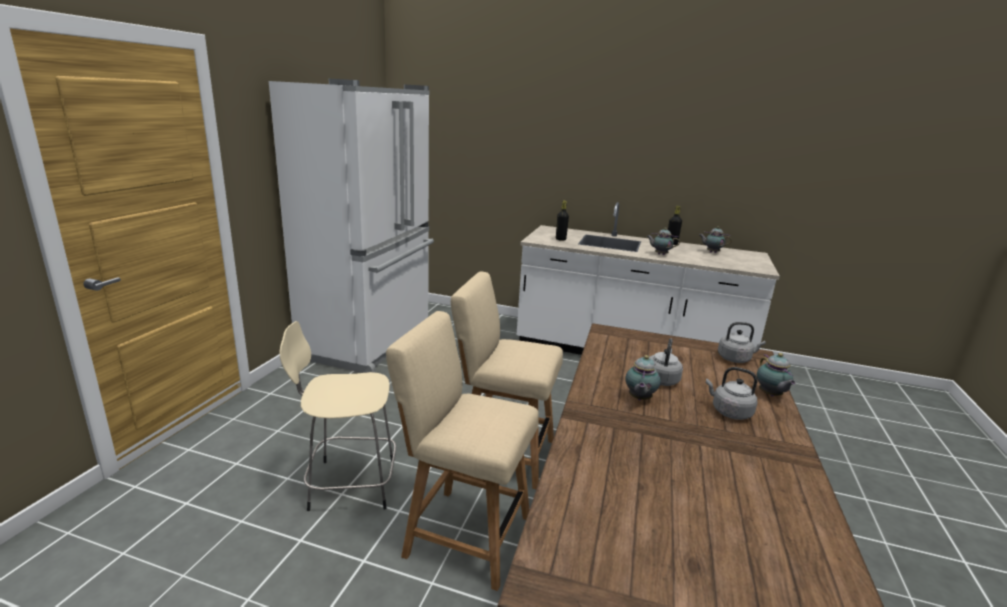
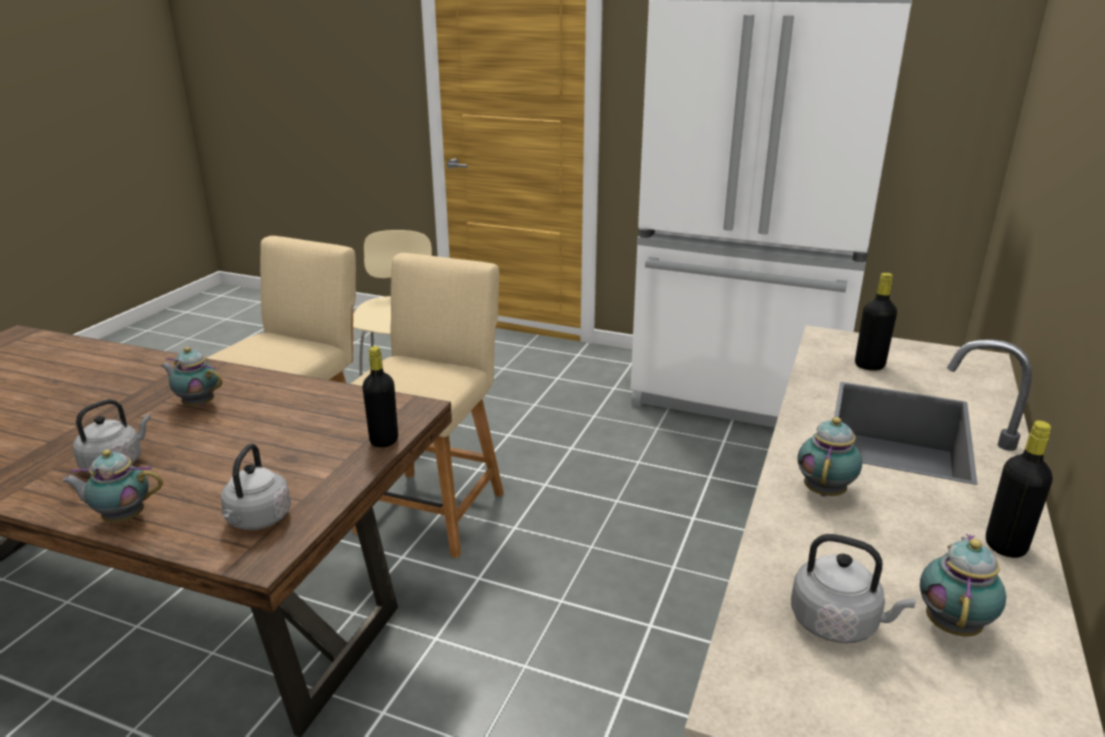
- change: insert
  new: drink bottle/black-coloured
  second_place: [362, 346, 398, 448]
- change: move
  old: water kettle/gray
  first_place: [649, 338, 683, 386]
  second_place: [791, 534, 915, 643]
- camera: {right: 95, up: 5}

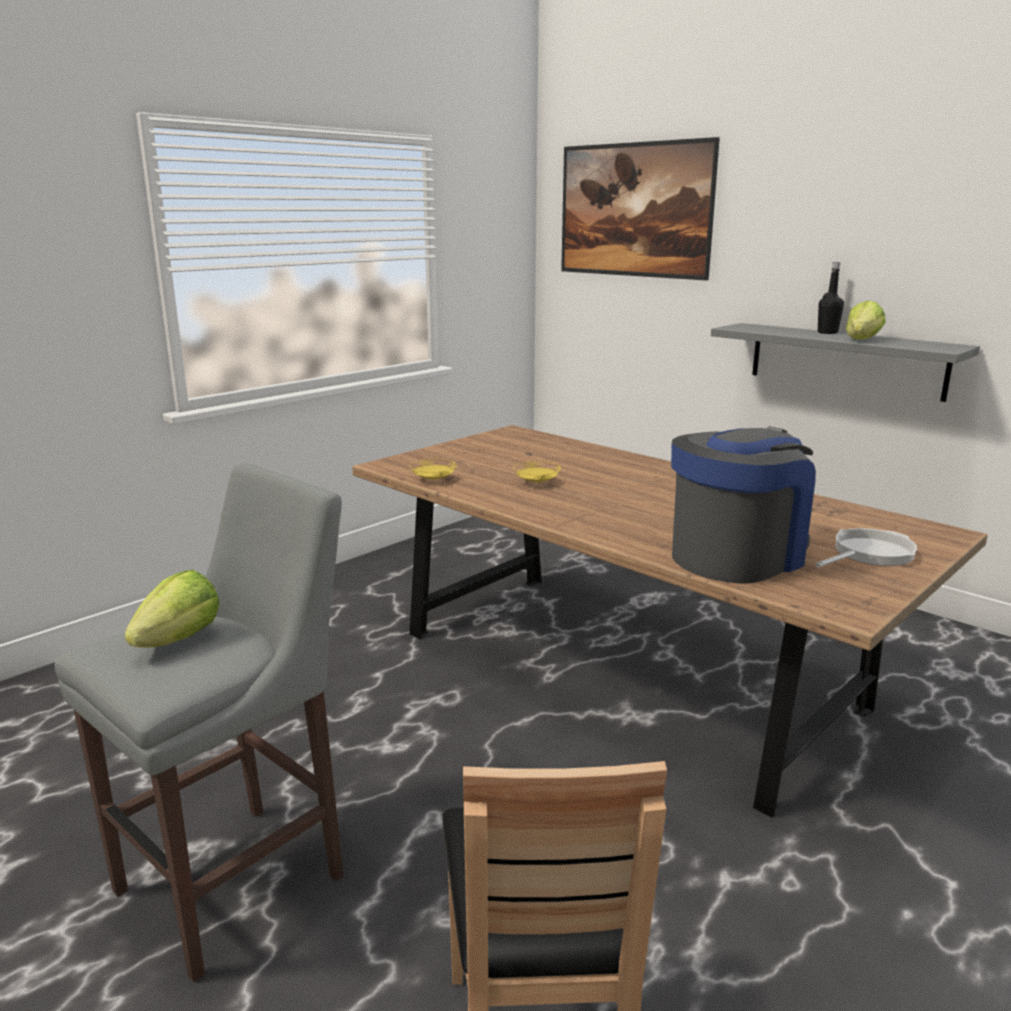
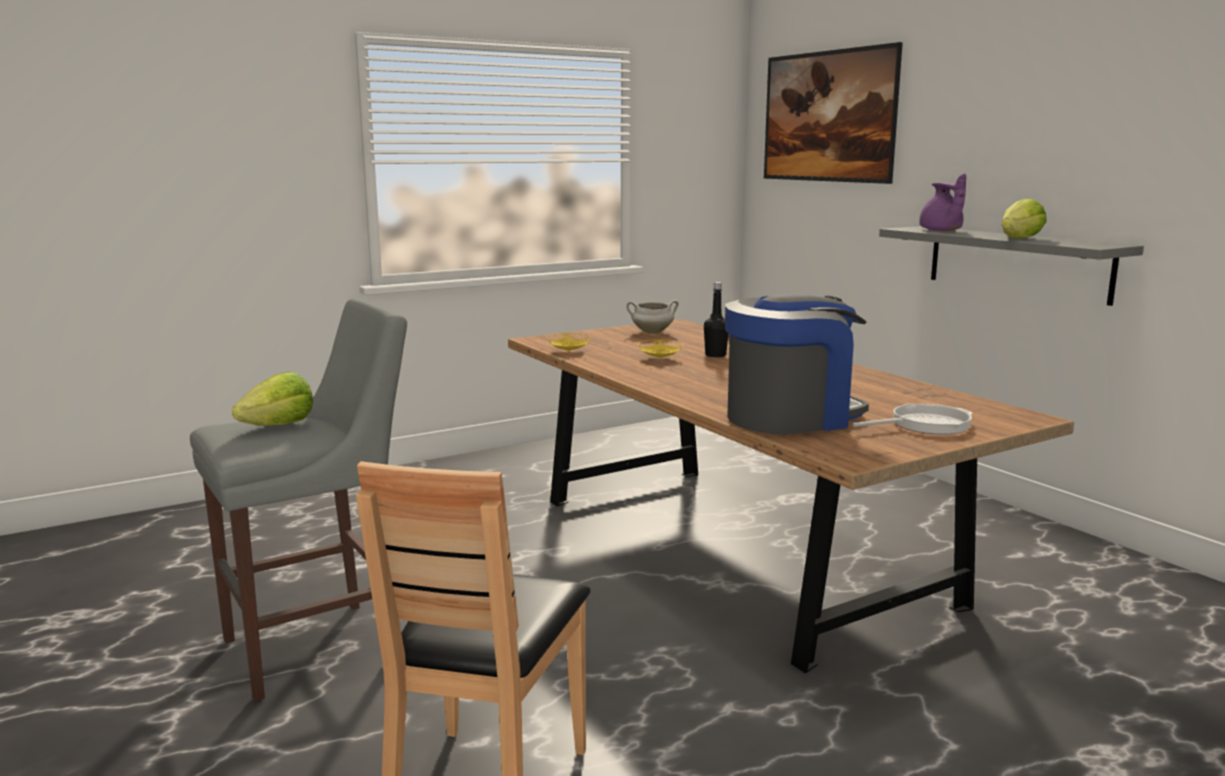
- change: insert
  new: cooking pot/whitish
  second_place: [626, 300, 679, 333]
- change: insert
  new: pot for tea/purplish
  second_place: [919, 174, 966, 231]
- change: move
  old: drink bottle/black-coloured
  first_place: [818, 262, 844, 334]
  second_place: [704, 282, 729, 357]
- camera: {right: 15, up: -5}

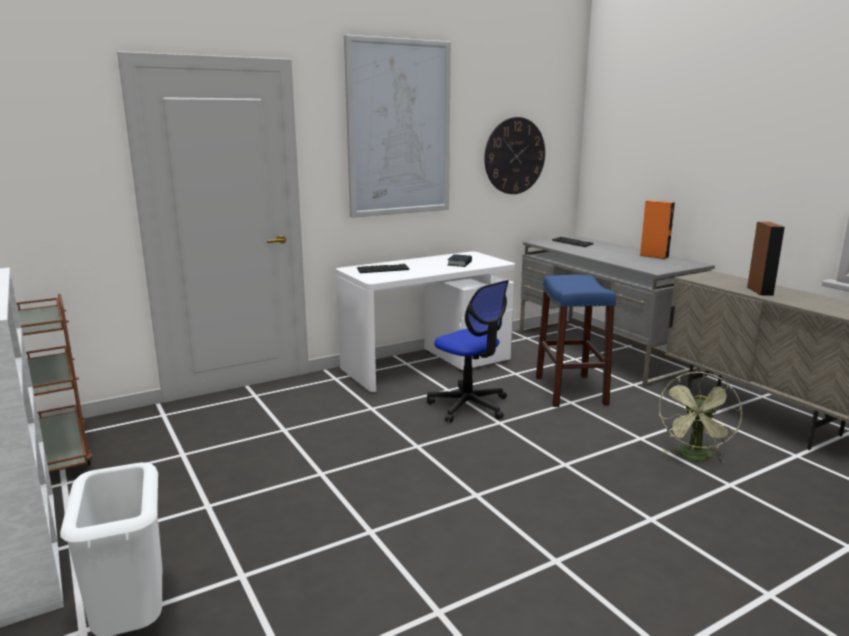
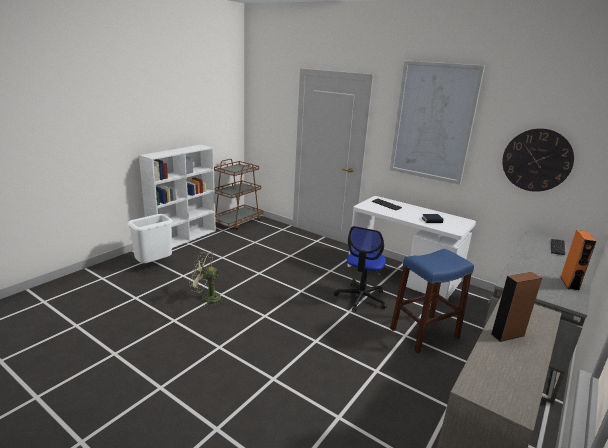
- change: move
  old: cooling fan/green-coloured
  first_place: [658, 372, 742, 463]
  second_place: [189, 250, 224, 307]
- camera: {right: 65, up: 5}

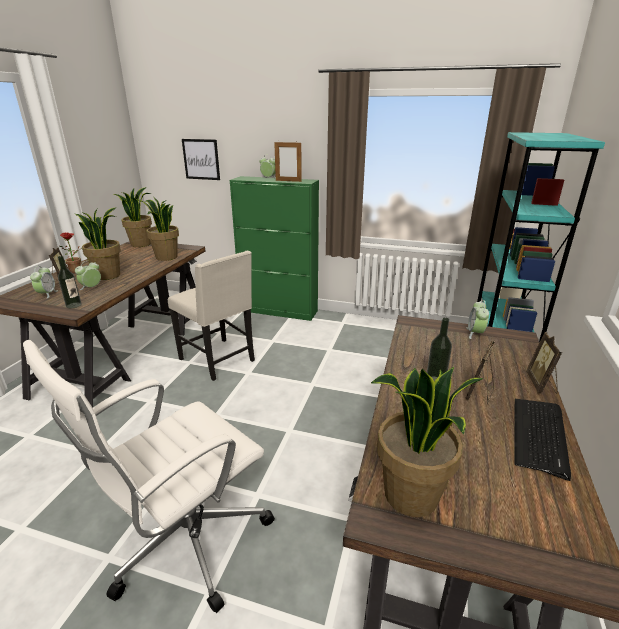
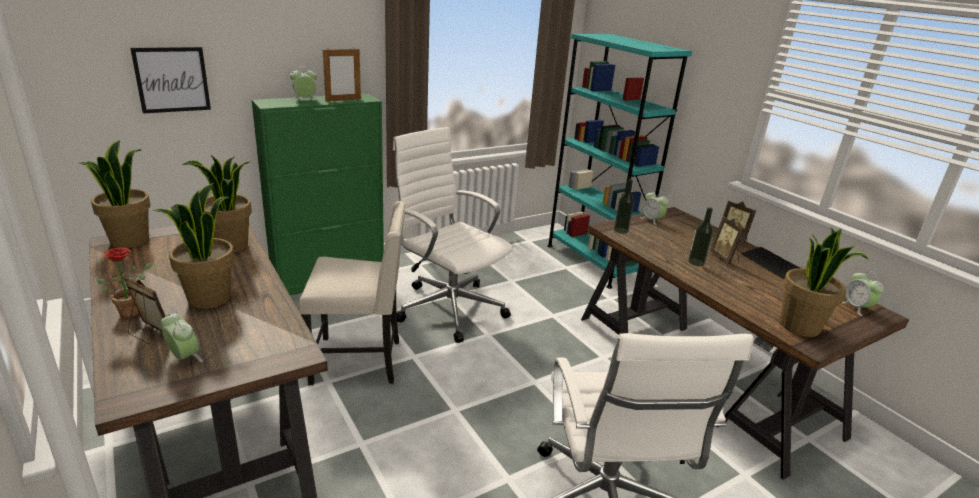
- change: insert
  new: desk chair/whitish
  second_place: [393, 127, 513, 343]
- change: move
  old: drink bottle
  first_place: [58, 256, 82, 308]
  second_place: [614, 179, 634, 234]
- change: move
  old: alarm clock
  first_place: [75, 261, 101, 290]
  second_place: [842, 271, 884, 316]
- camera: {right: -50, up: 0}

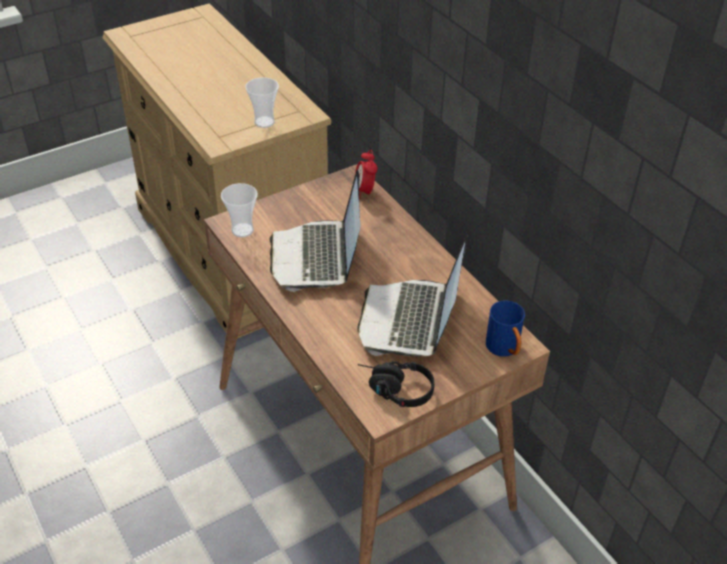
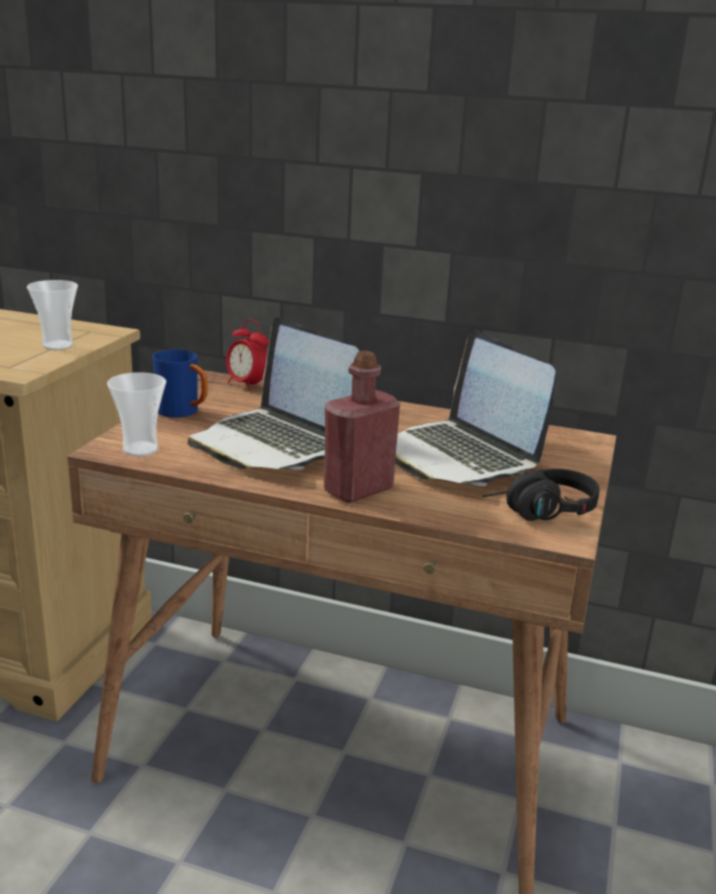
- change: insert
  new: drink bottle/red
  second_place: [324, 351, 400, 503]
- change: move
  old: mug/blue-coloured
  first_place: [486, 301, 525, 357]
  second_place: [153, 349, 208, 418]
- camera: {right: -40, up: -20}

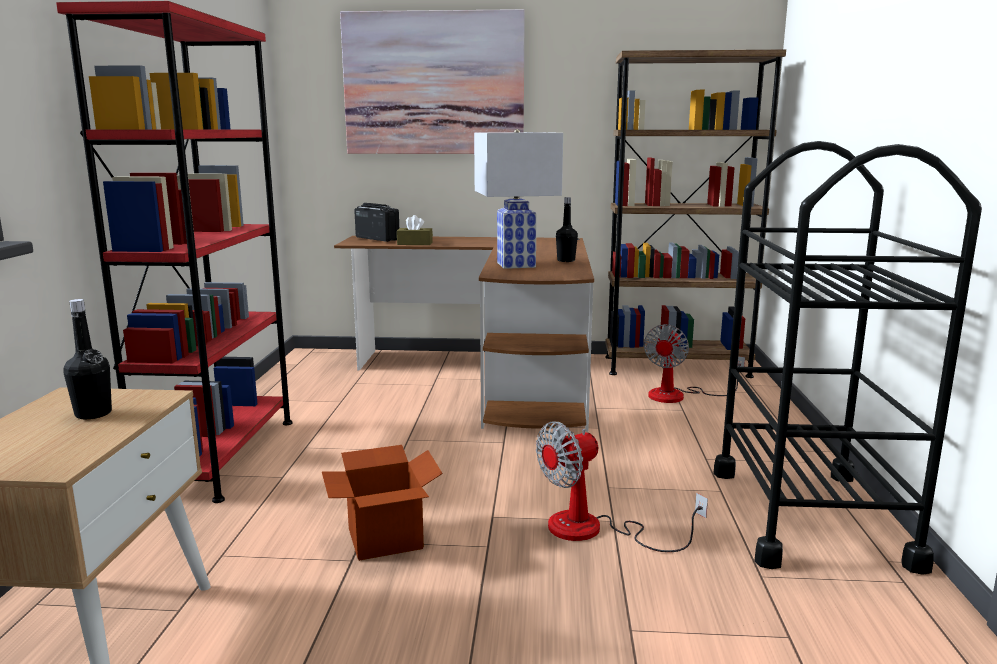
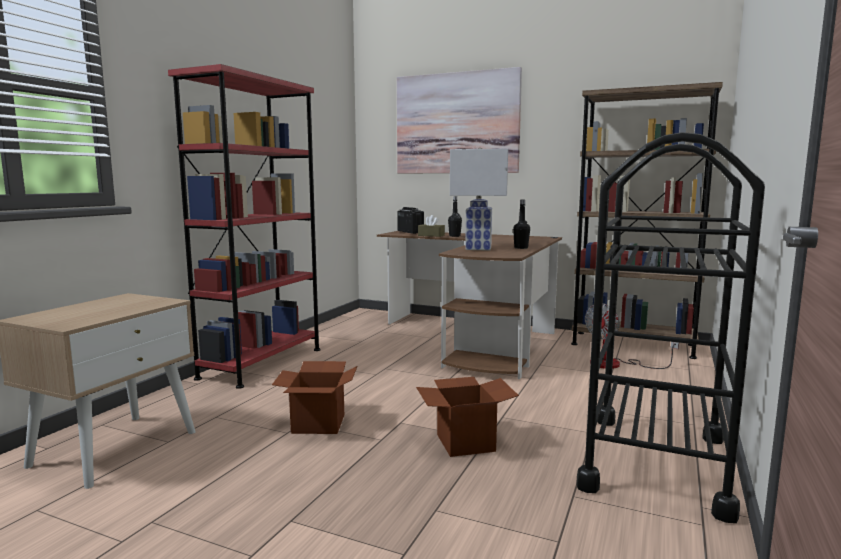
- change: move
  old: drink bottle/black-coloured
  first_place: [63, 299, 112, 419]
  second_place: [448, 196, 462, 237]
- change: replace
  old: cooling fan
  new: cardboard box
  first_place: [536, 421, 708, 552]
  second_place: [416, 377, 519, 457]
- camera: {right: 20, up: -5}

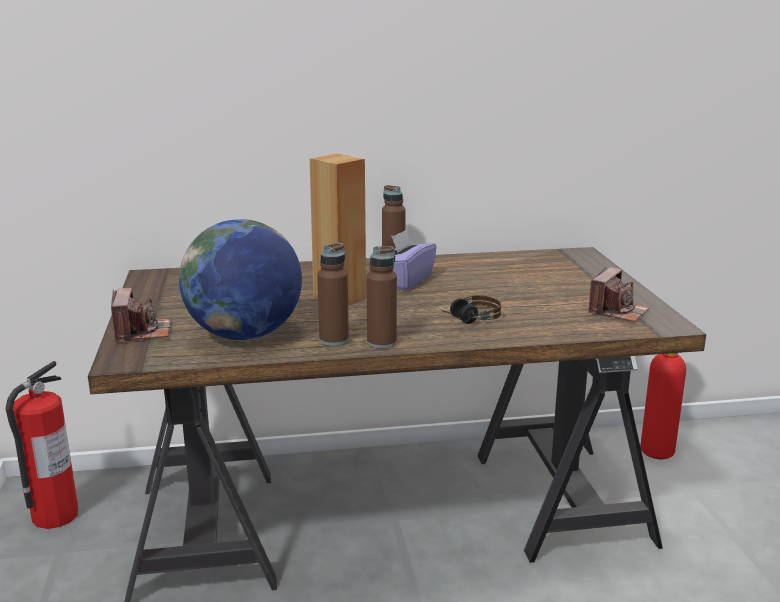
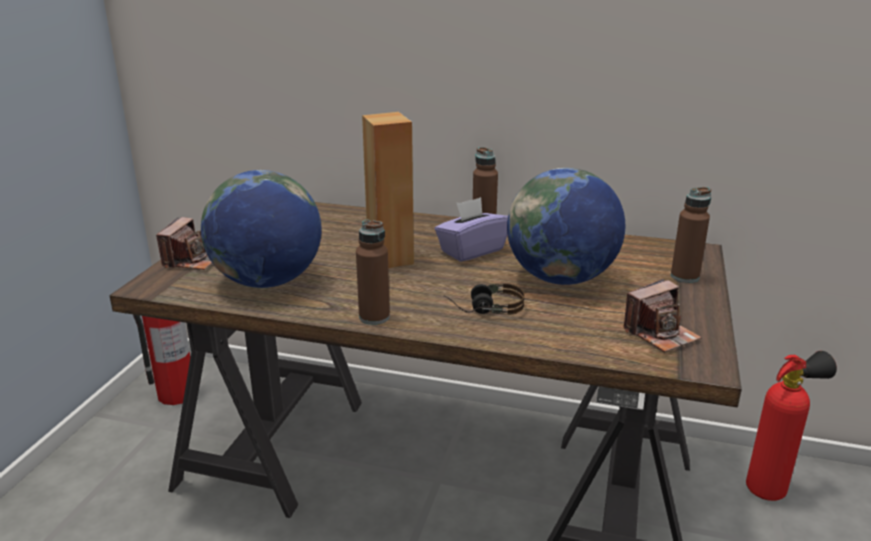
- change: insert
  new: desk globe
  second_place: [507, 168, 625, 285]
- change: move
  old: drink bottle/brown
  first_place: [317, 243, 349, 346]
  second_place: [671, 187, 711, 283]
- camera: {right: 25, up: 5}

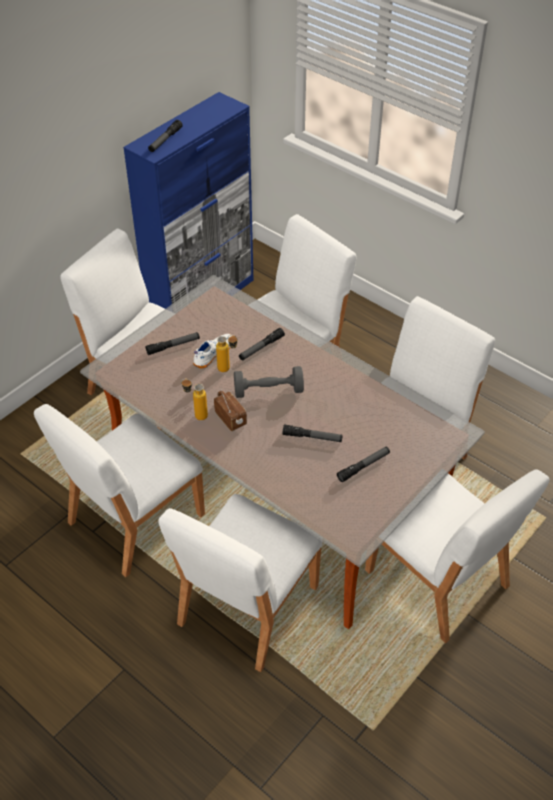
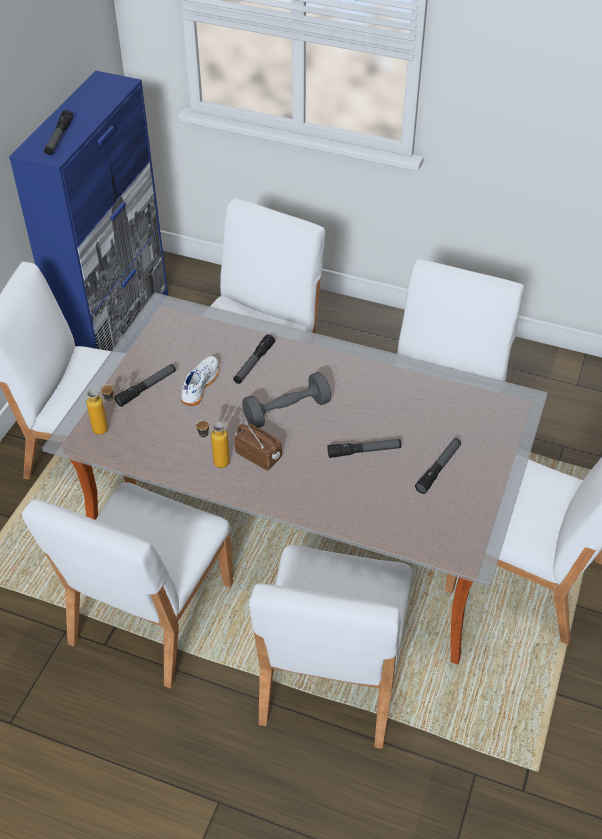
- change: move
  old: drink bottle
  first_place: [216, 335, 238, 372]
  second_place: [86, 384, 114, 435]
- camera: {right: -20, up: 0}

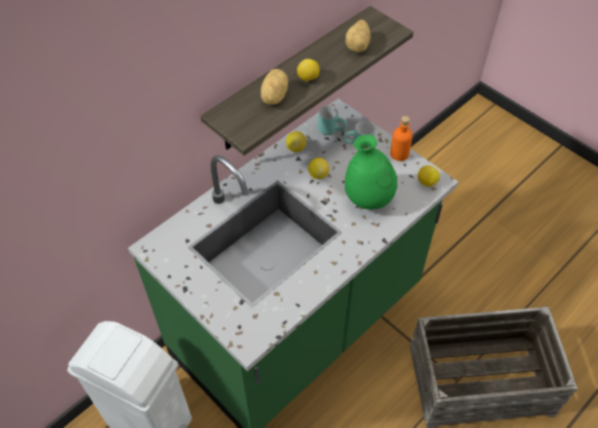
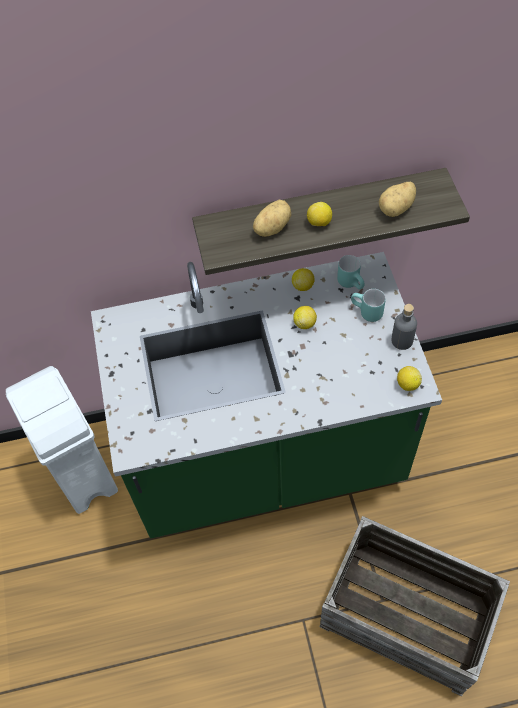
- change: delete
  old: flower vase/green-coloured
  first_place: [345, 135, 397, 209]
- change: recolor
  old: drink bottle/orange-coloured
  new: drink bottle/gray
  first_place: [390, 116, 413, 161]
  second_place: [391, 304, 417, 350]
- camera: {right: 35, up: 5}

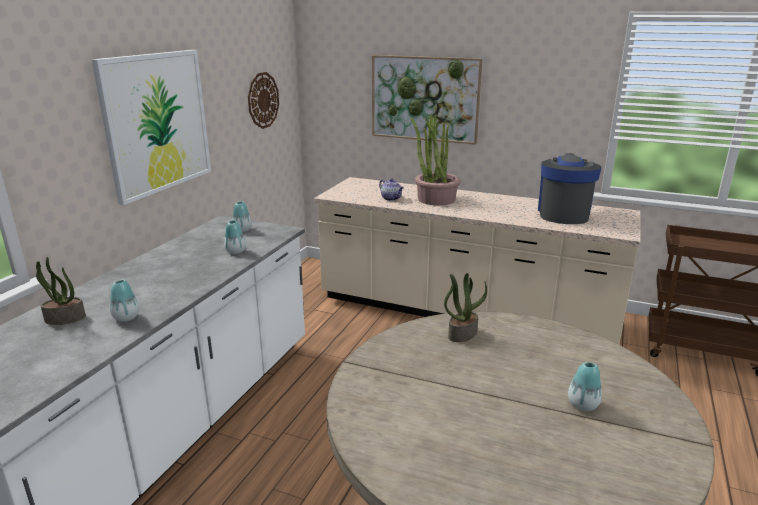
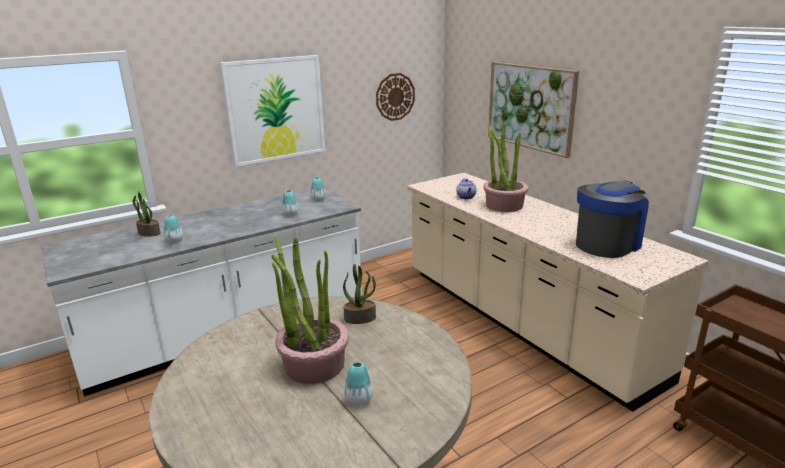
- change: insert
  new: potted plant
  second_place: [271, 237, 349, 384]
- camera: {right: 35, up: 0}

